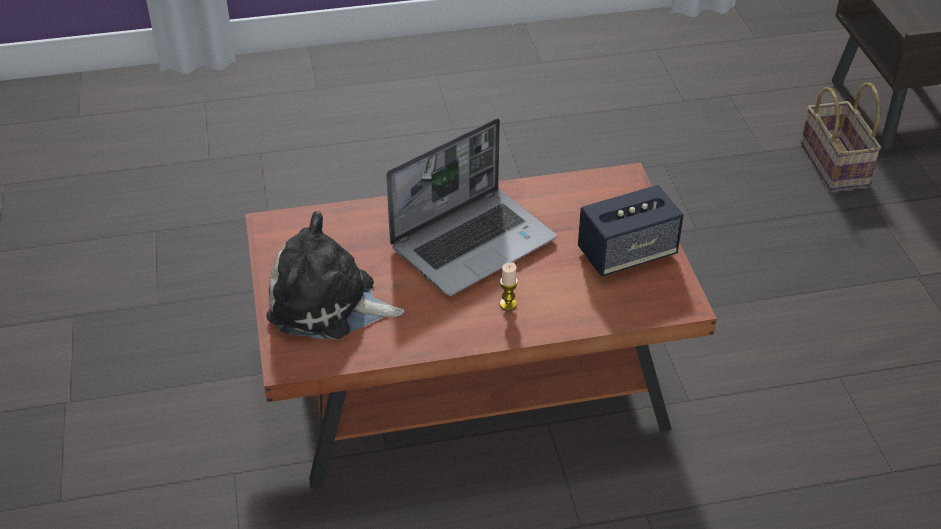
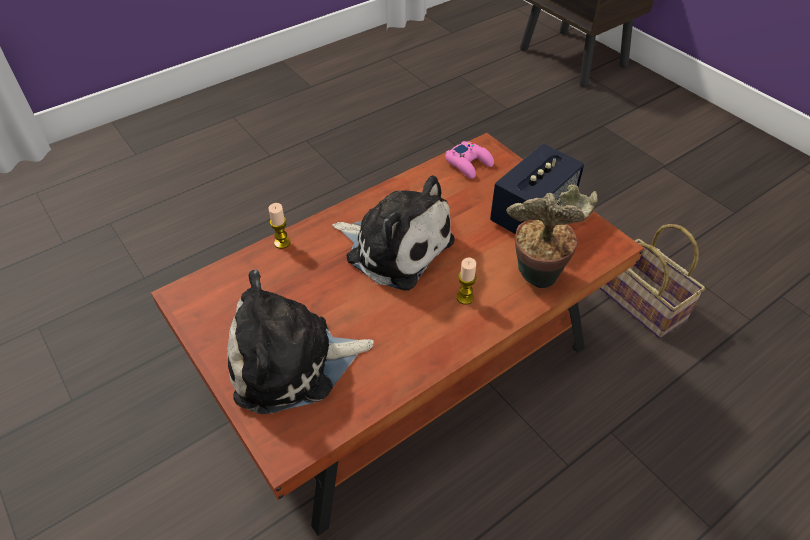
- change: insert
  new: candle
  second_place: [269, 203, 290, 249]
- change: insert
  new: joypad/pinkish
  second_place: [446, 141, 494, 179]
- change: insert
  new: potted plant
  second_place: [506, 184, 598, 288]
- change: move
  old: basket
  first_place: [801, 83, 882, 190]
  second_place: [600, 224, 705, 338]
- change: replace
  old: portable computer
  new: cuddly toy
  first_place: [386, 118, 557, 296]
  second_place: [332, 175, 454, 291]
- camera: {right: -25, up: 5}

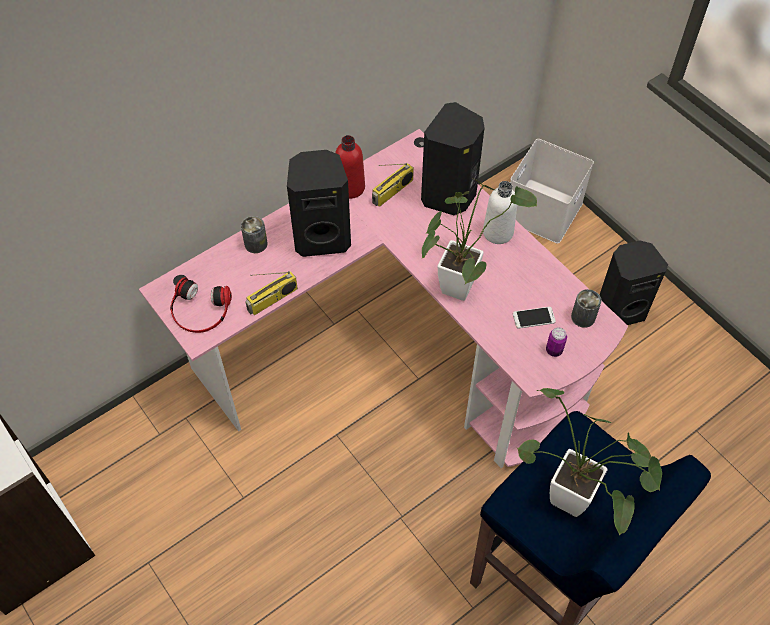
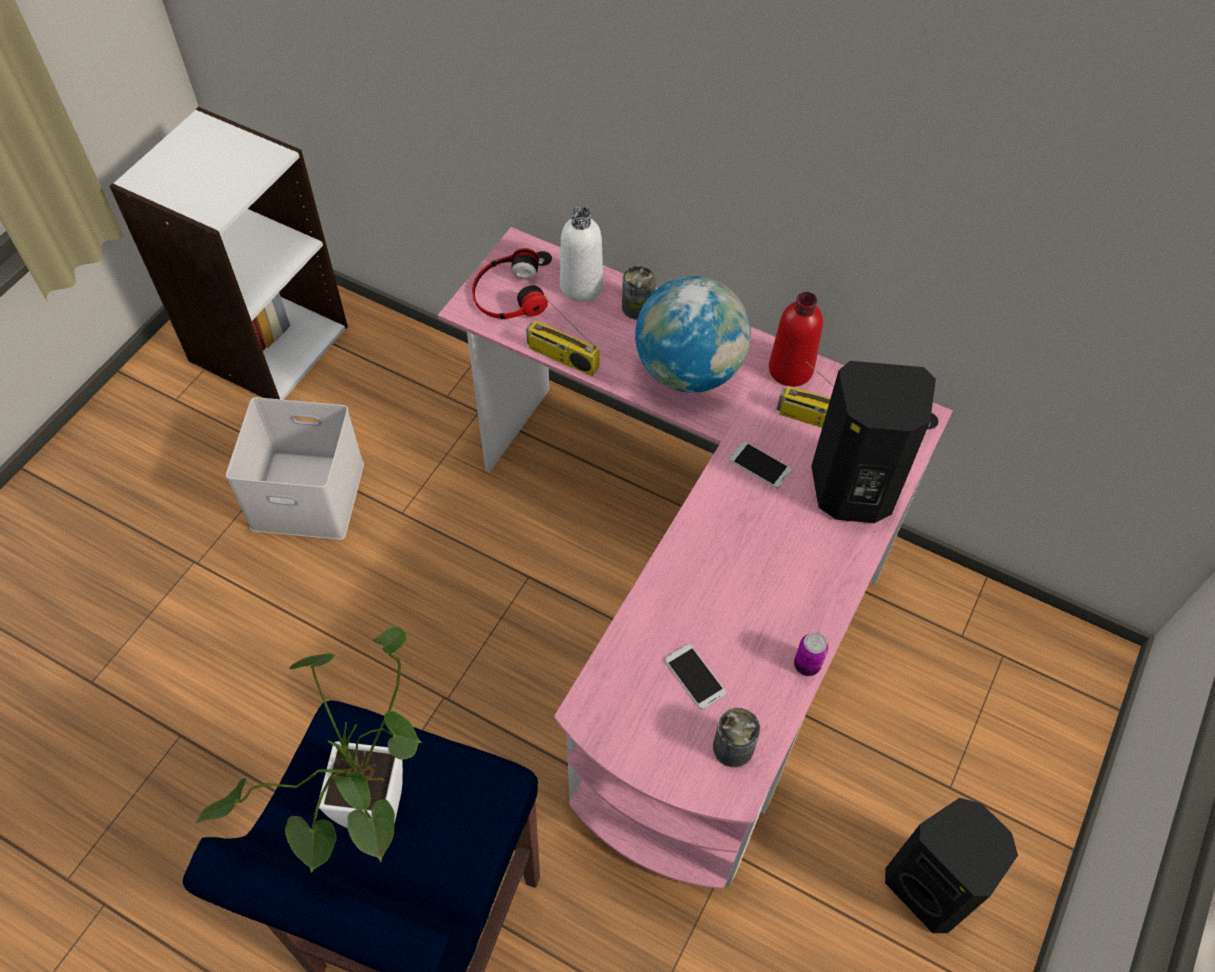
- change: delete
  old: potted plant
  first_place: [421, 178, 537, 301]
- change: insert
  new: phone
  second_place: [729, 441, 792, 488]
- change: move
  old: drink bottle/whitish
  first_place: [483, 181, 517, 244]
  second_place: [560, 206, 603, 302]
- change: move
  old: storage bin/whitish
  first_place: [510, 139, 594, 244]
  second_place: [226, 397, 364, 540]
- change: move
  old: metal can
  first_place: [546, 327, 567, 357]
  second_place: [794, 632, 828, 676]
- change: replace
  old: speaker/black-coloured
  new: desk globe
  first_place: [287, 150, 351, 257]
  second_place: [635, 276, 751, 393]
- camera: {right: 65, up: 0}

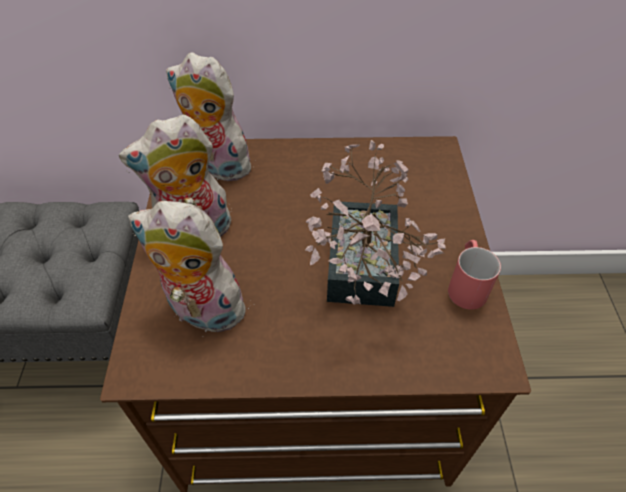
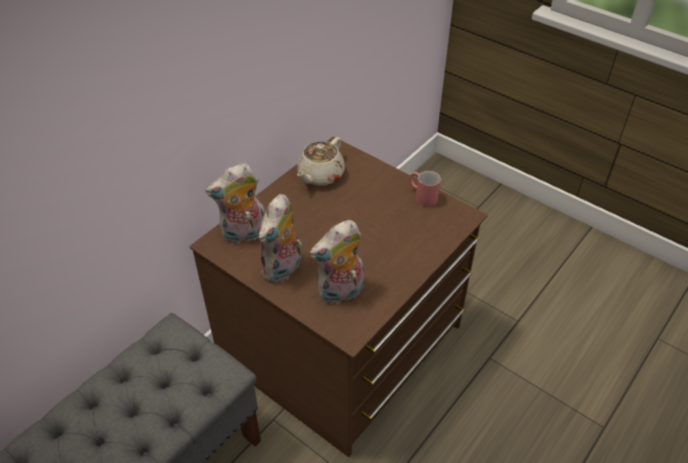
- change: delete
  old: potted plant
  first_place: [305, 140, 446, 307]
- change: insert
  new: pot for tea/beige-coloured
  second_place: [297, 137, 345, 186]
- camera: {right: -50, up: -5}

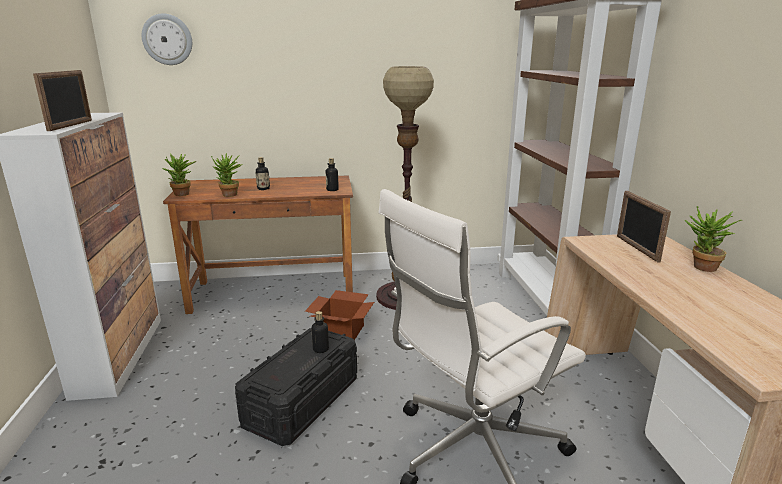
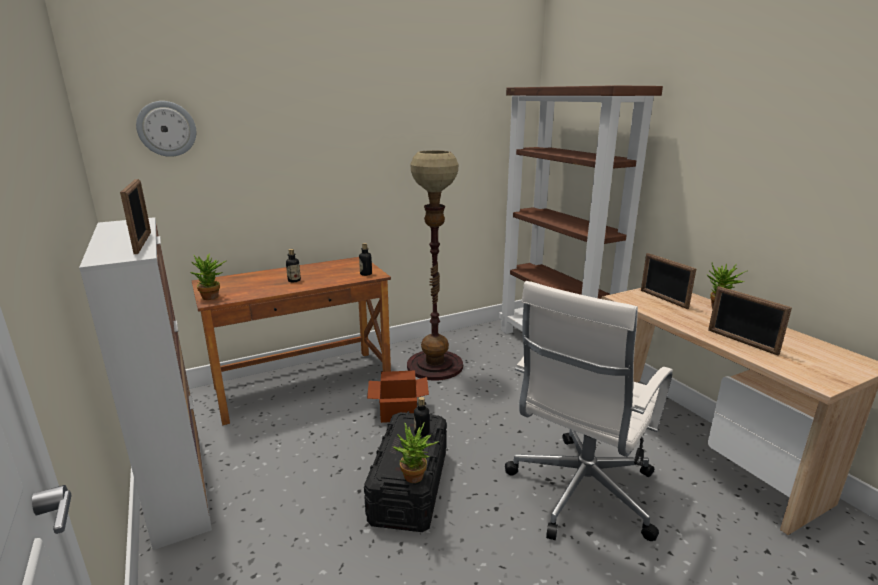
- change: insert
  new: photo frame
  second_place: [708, 286, 792, 356]
- change: move
  old: potted plant
  first_place: [211, 153, 242, 197]
  second_place: [393, 422, 438, 483]
- camera: {right: -20, up: 0}

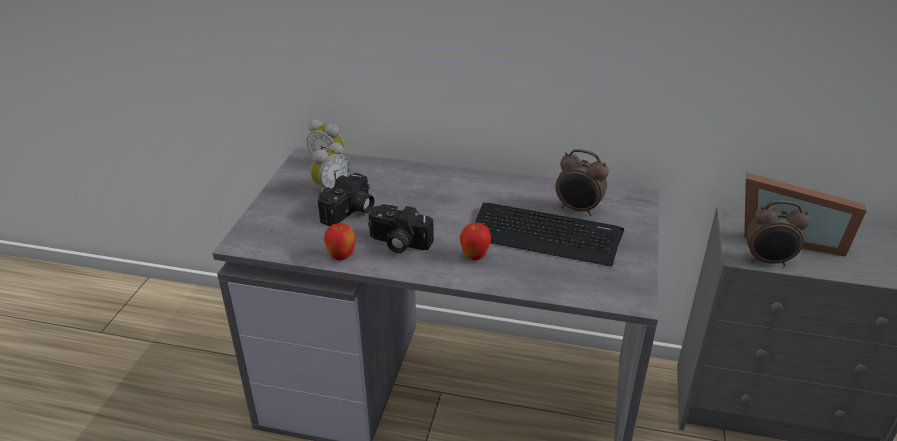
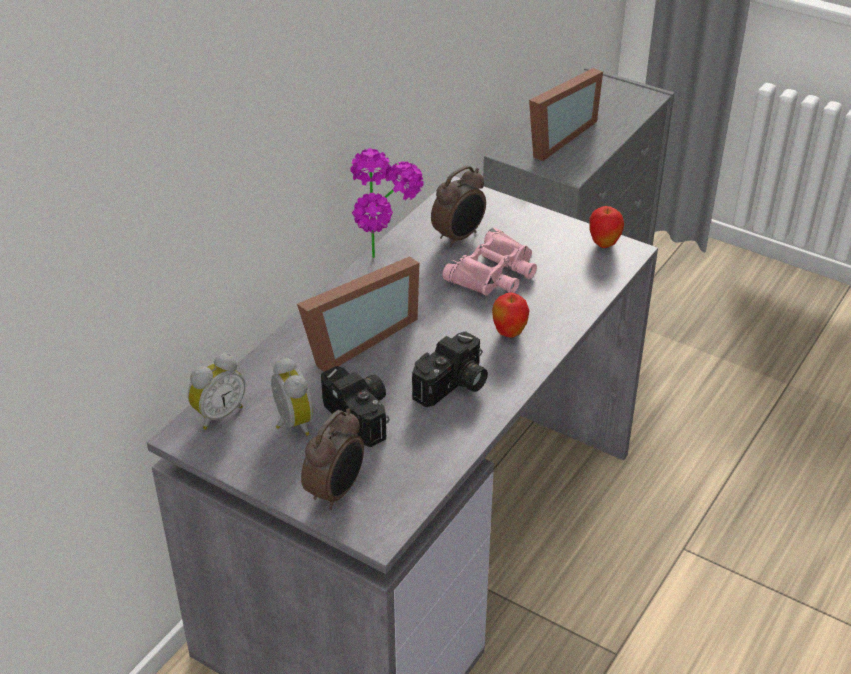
- change: insert
  new: photo frame
  second_place: [297, 256, 420, 372]
- change: insert
  new: potted plant
  second_place: [350, 148, 424, 258]
- change: move
  old: whole apple
  first_place: [324, 223, 355, 260]
  second_place: [590, 206, 624, 248]
- change: move
  old: alarm clock
  first_place: [746, 200, 810, 267]
  second_place: [301, 408, 364, 510]
- change: replace
  old: computer keyboard
  new: field glasses/pinkish
  first_place: [475, 203, 624, 267]
  second_place: [443, 228, 537, 296]
- camera: {right: -70, up: 5}

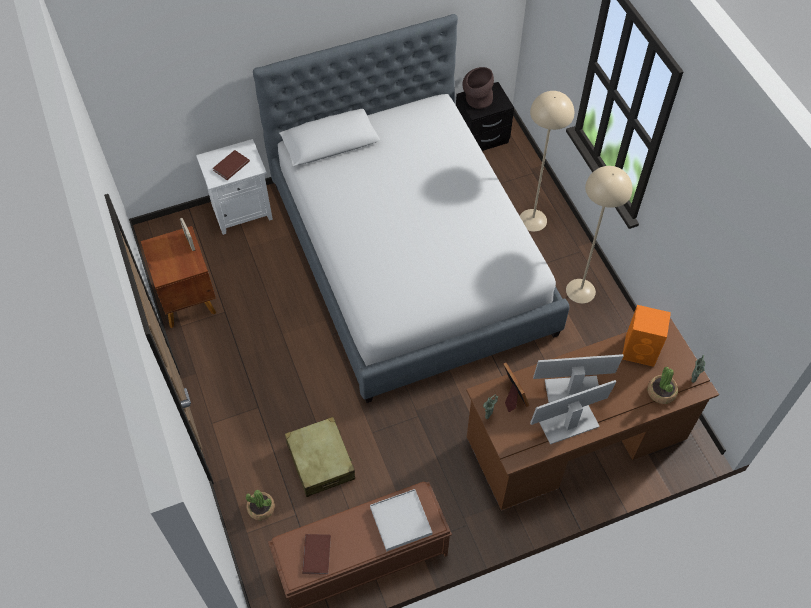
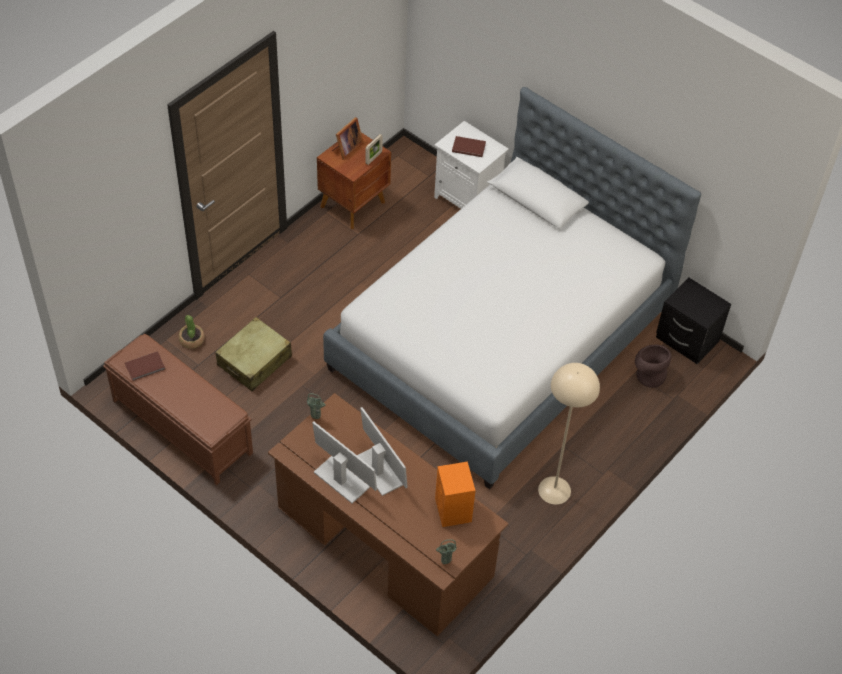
- change: delete
  old: serving tray/whitish
  first_place: [370, 489, 432, 551]
- change: delete
  old: standing lamp/beige-coloured
  first_place: [520, 91, 574, 232]
- change: delete
  old: potted plant
  first_place: [648, 366, 678, 404]
- change: move
  old: flower vase/brown
  first_place: [463, 67, 494, 109]
  second_place: [635, 345, 671, 388]
- change: move
  old: photo frame
  first_place: [503, 362, 529, 412]
  second_place: [332, 117, 364, 160]
- camera: {right: 60, up: -5}

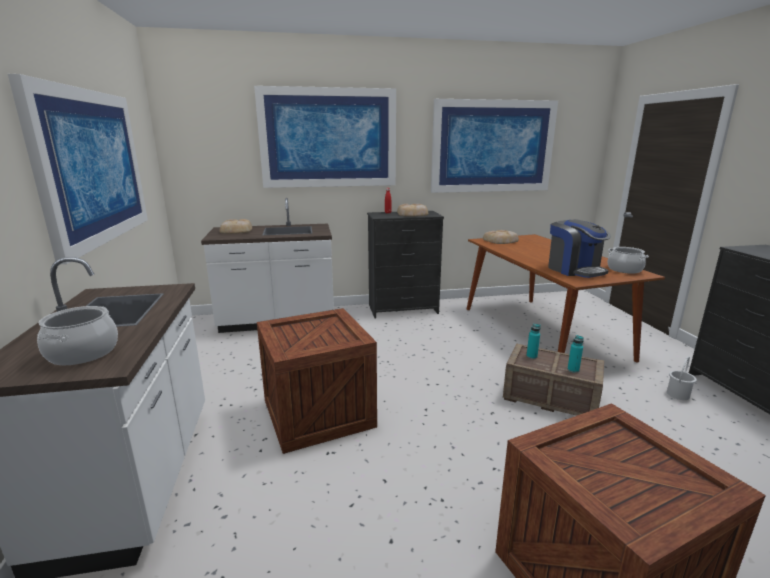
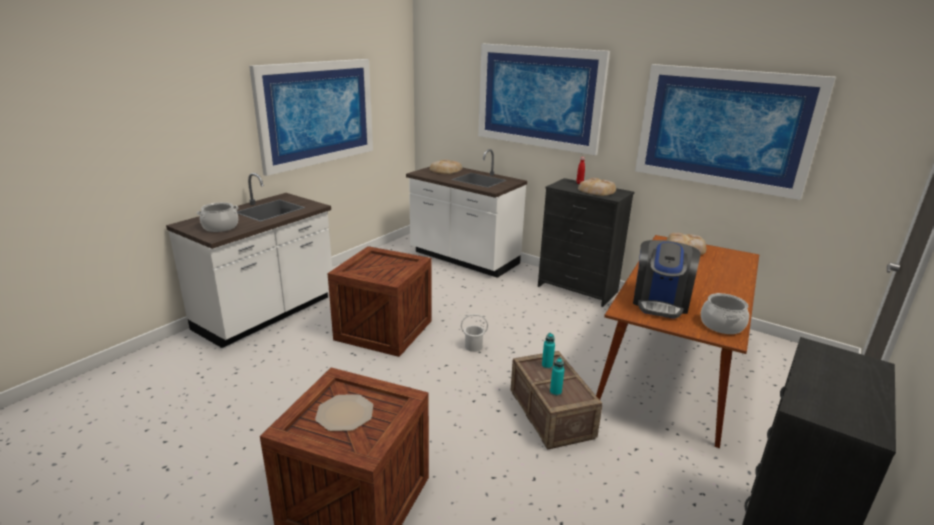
- change: insert
  new: plate
  second_place: [315, 394, 373, 431]
- change: move
  old: water bucket/whitish
  first_place: [667, 356, 697, 400]
  second_place: [461, 314, 488, 352]
- camera: {right: 45, up: 5}

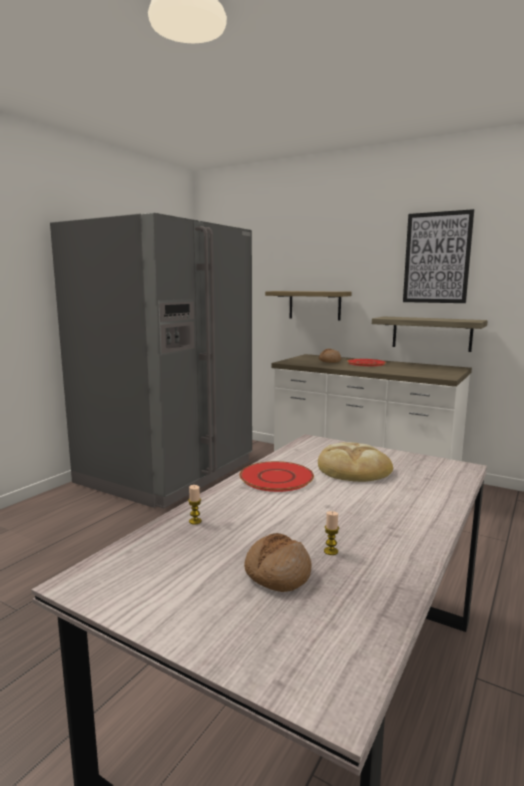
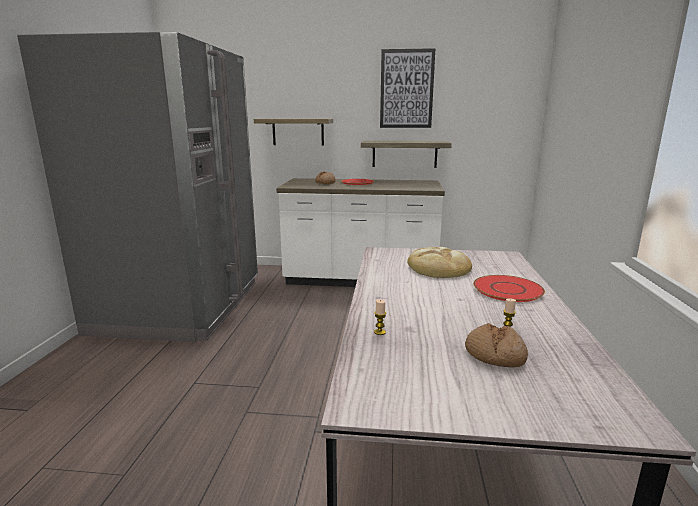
- change: move
  old: plate/red
  first_place: [239, 461, 314, 492]
  second_place: [473, 275, 545, 302]
- camera: {right: -25, up: 5}

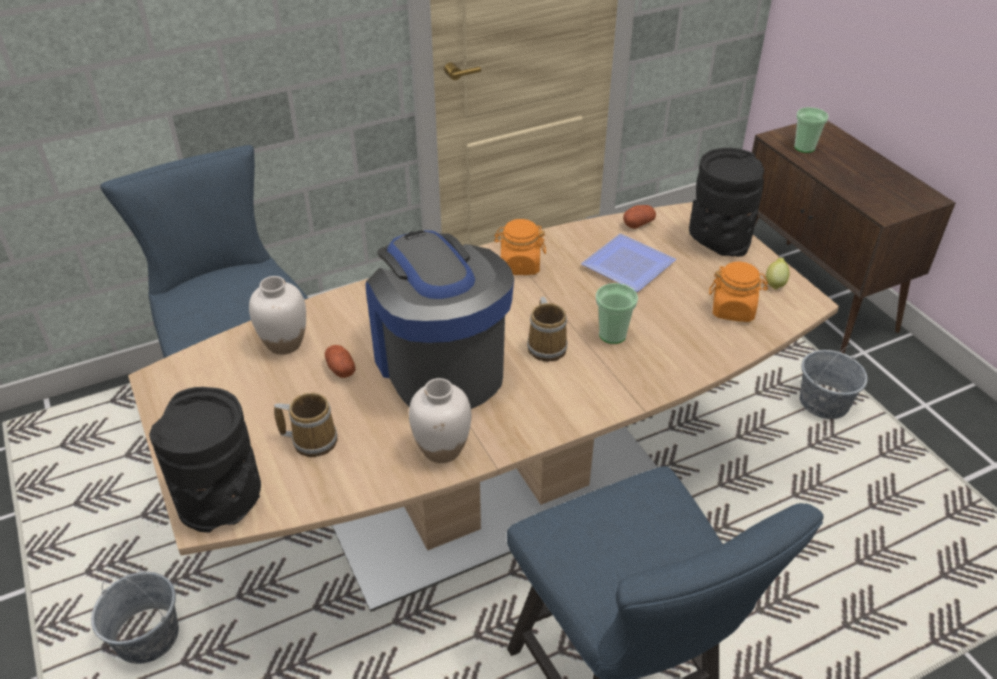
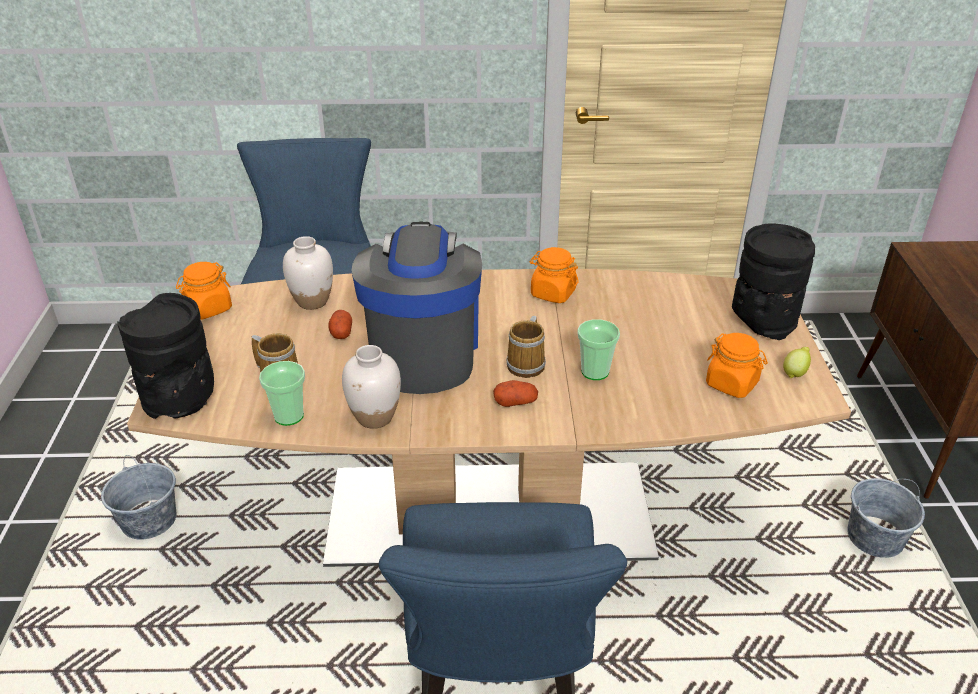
- change: delete
  old: plate
  first_place: [581, 234, 676, 292]
- change: insert
  new: storage jar/orange-coloured
  second_place: [176, 262, 232, 319]
- change: move
  old: potato
  first_place: [623, 205, 656, 229]
  second_place: [493, 380, 538, 407]
- change: move
  old: small cup
  first_place: [794, 107, 828, 153]
  second_place: [259, 361, 305, 426]
- camera: {right: 25, up: -5}

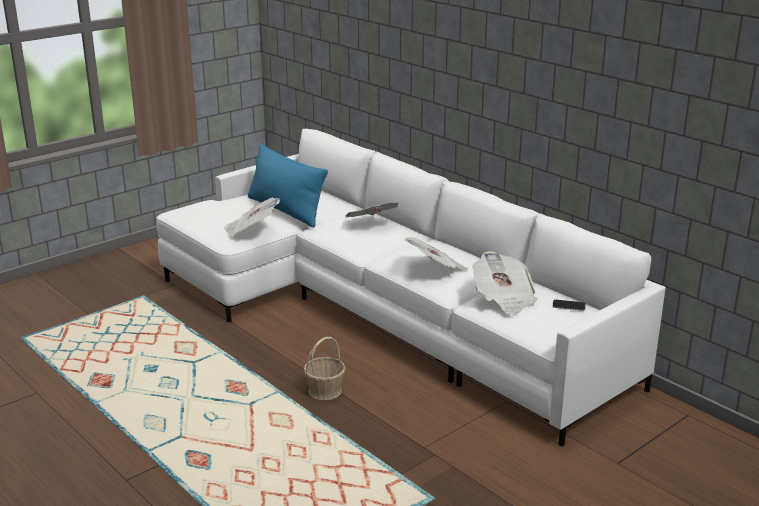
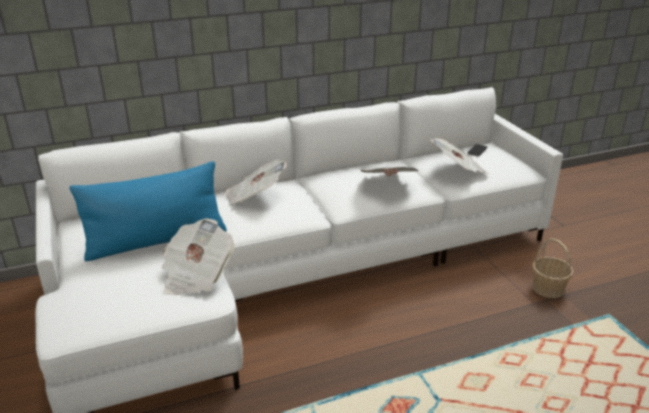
- change: move
  old: basket
  first_place: [304, 337, 346, 400]
  second_place: [532, 238, 574, 298]
- camera: {right: -70, up: 5}

